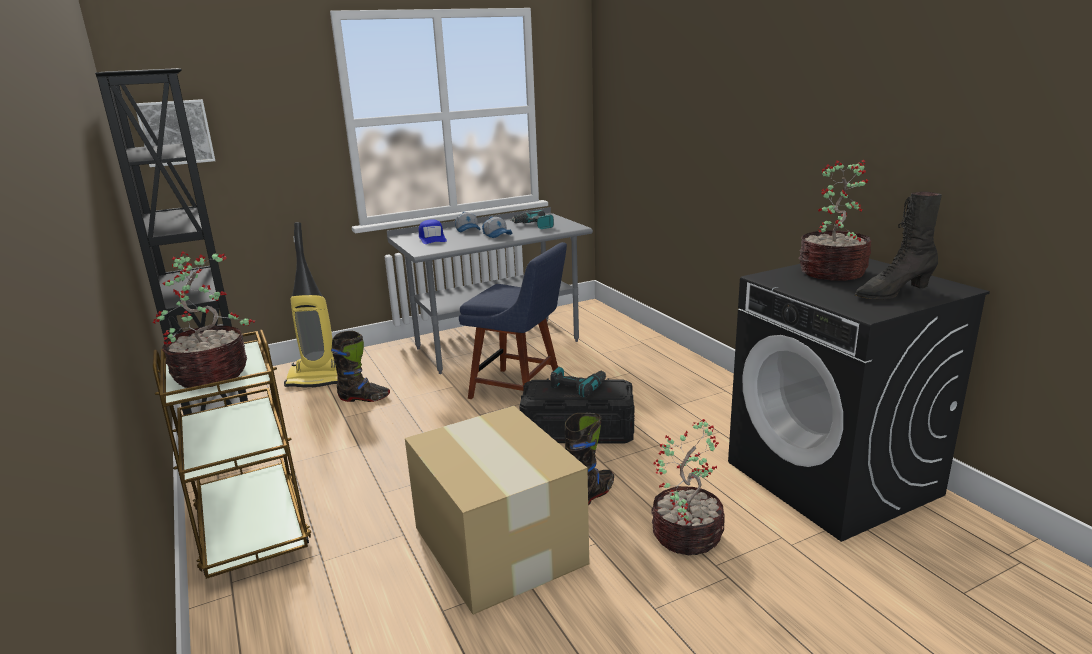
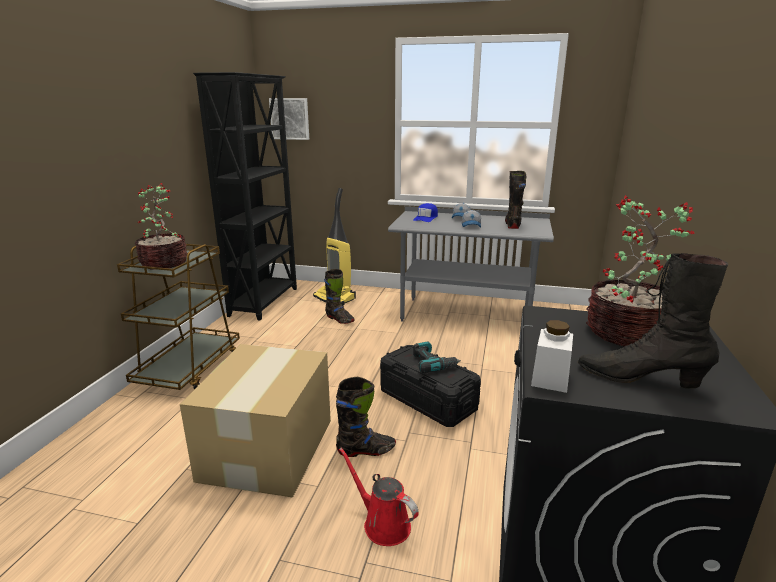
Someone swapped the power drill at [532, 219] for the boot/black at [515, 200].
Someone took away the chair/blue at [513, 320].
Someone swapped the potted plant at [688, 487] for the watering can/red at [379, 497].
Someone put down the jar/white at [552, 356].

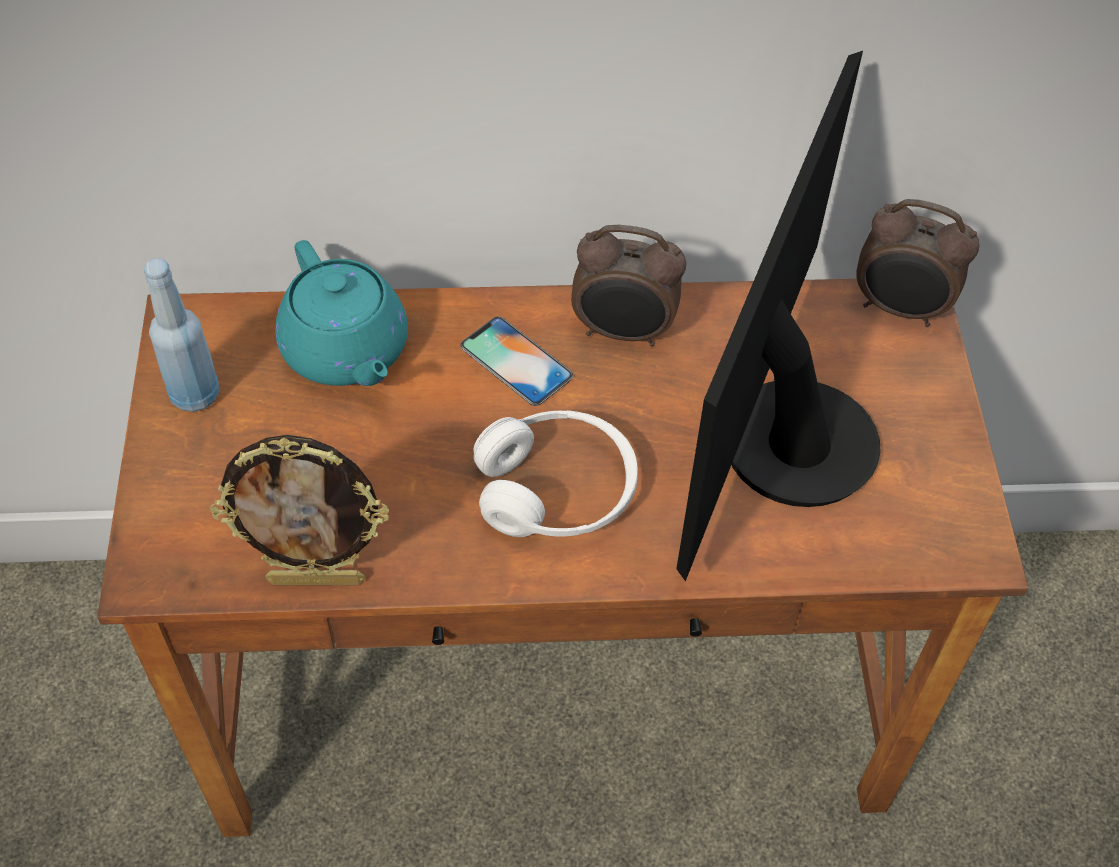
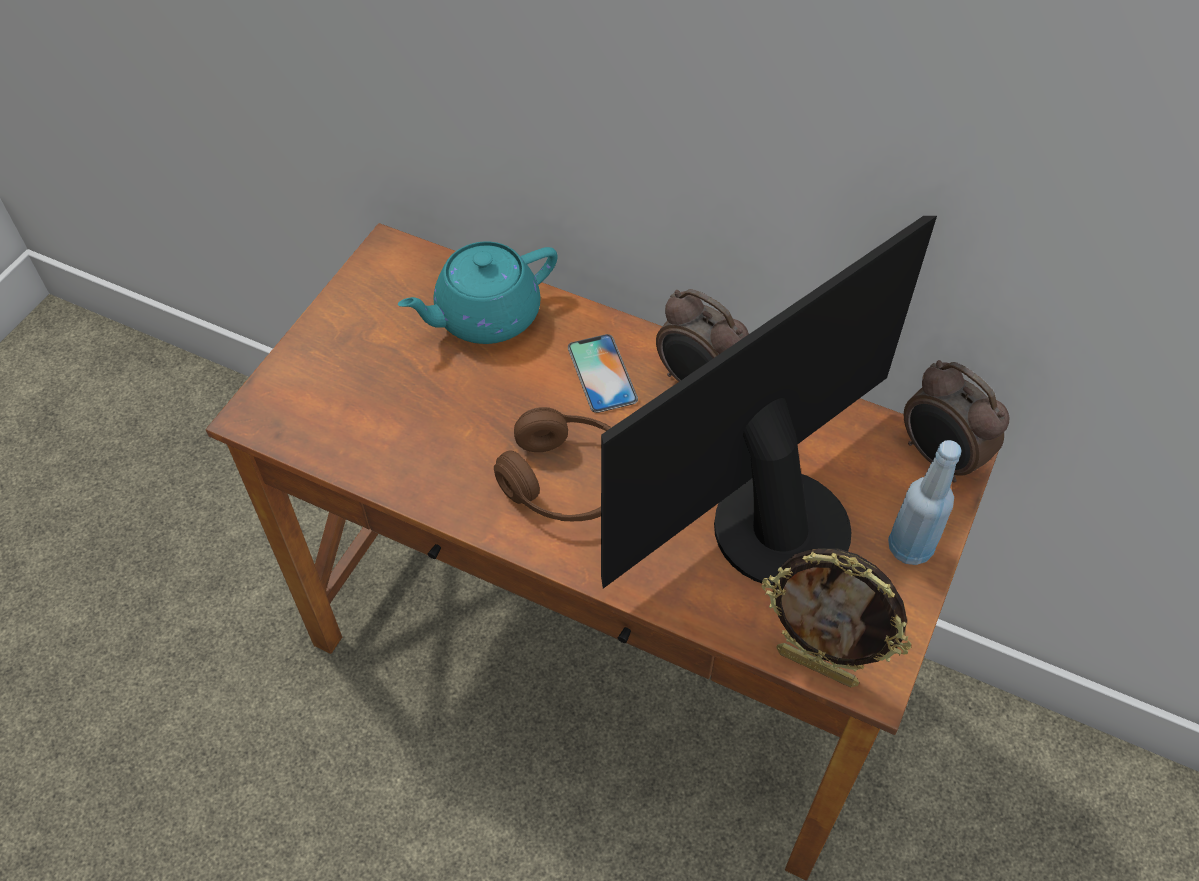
Someone rotated the teapot/turquoise at [341, 313] by 60 degrees clockwise.
Someone carried the bottle/blue from [181, 335] to [925, 502].
Someone repainted the headphones/white at [555, 473], which became the headphones/brown at [553, 464].
Someone carried the picture frame from [299, 510] to [836, 617].

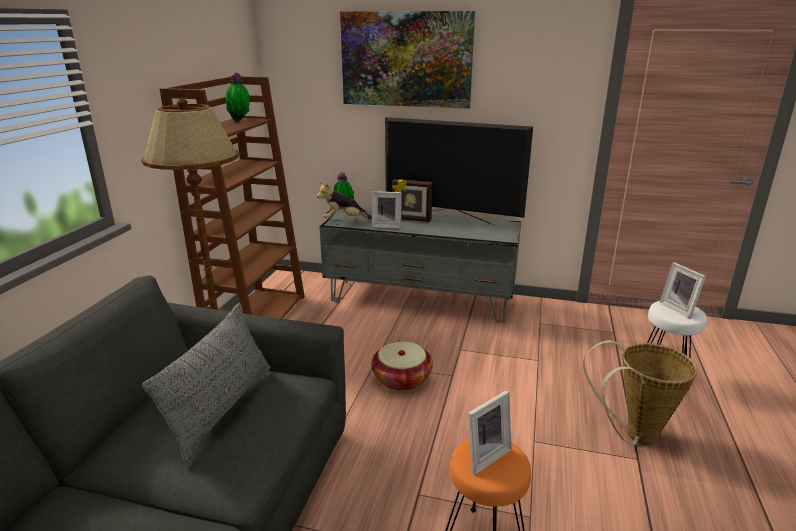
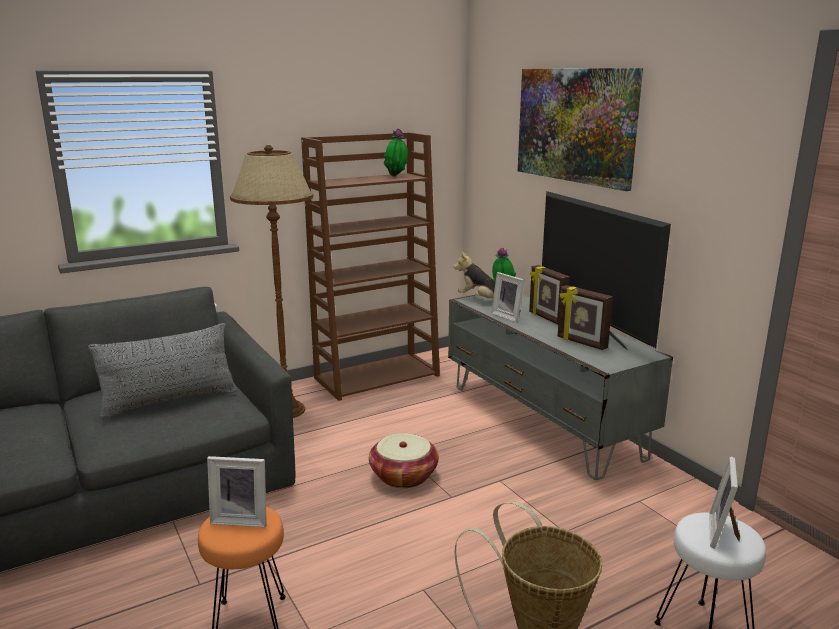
Someone put down the picture frame at [585, 317].

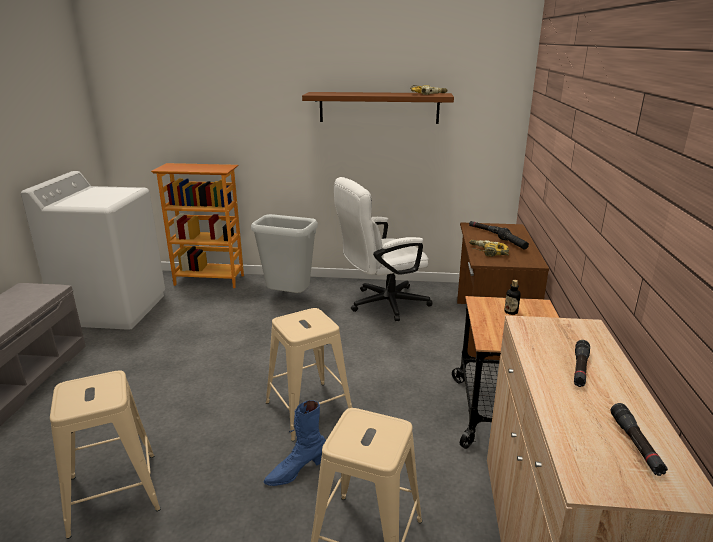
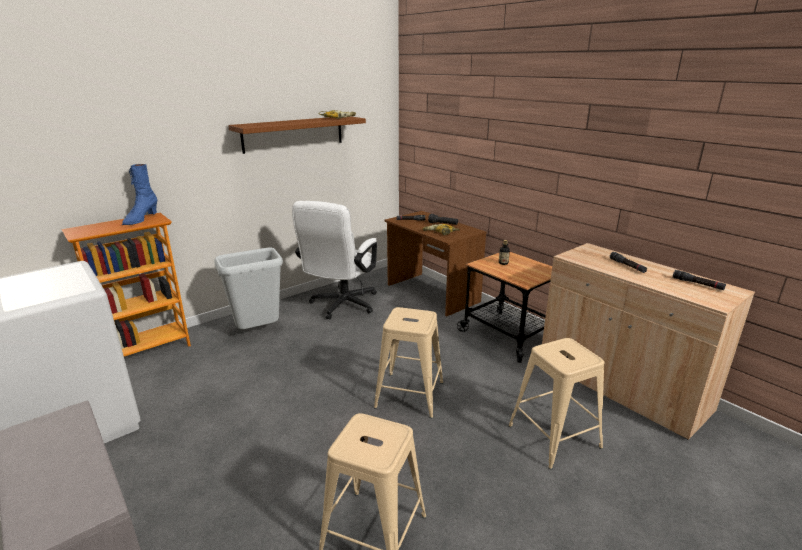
Someone carried the boot/blue from [294, 443] to [139, 194].

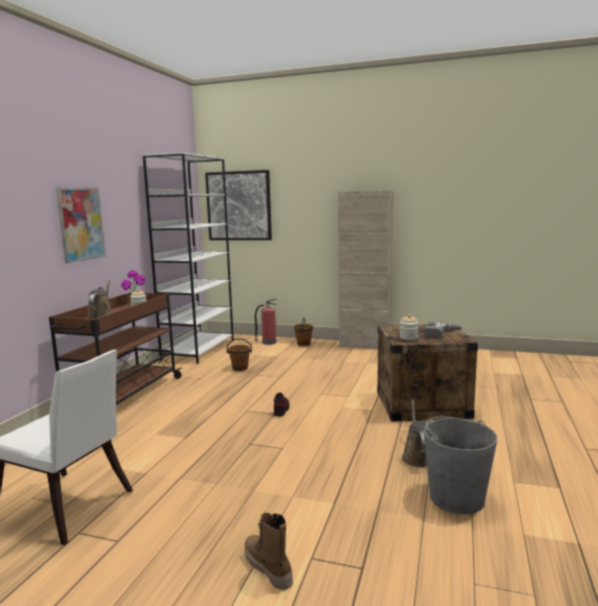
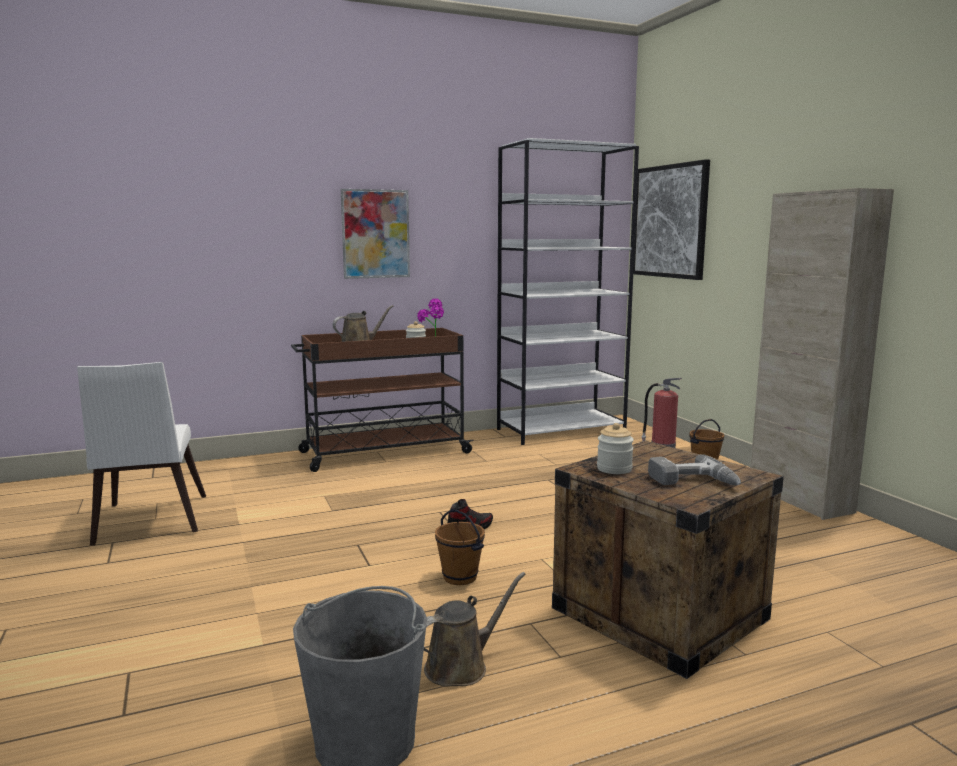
Someone carried the bucket/brown from [239, 355] to [460, 547].
Someone took away the boot at [269, 551].

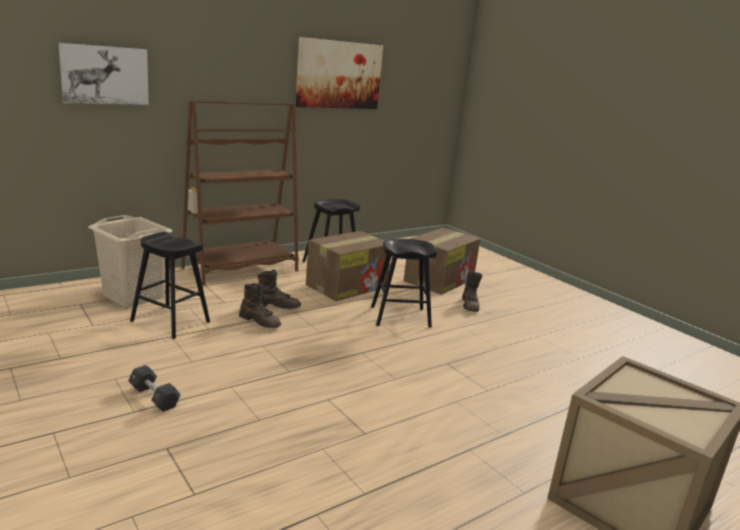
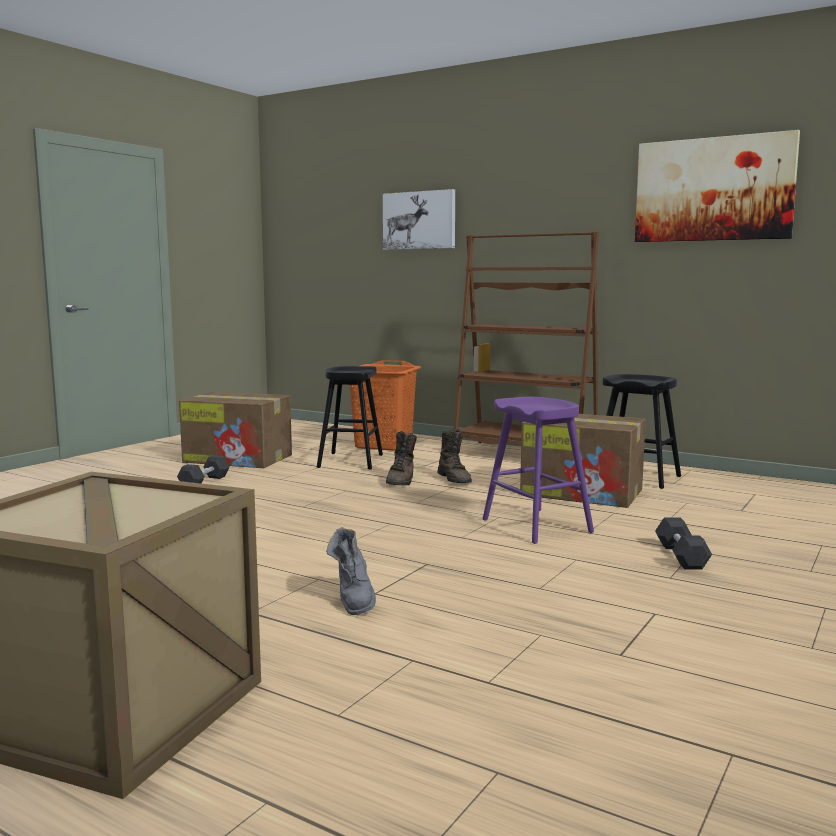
Someone repainted the laundry basket/beige at [130, 261], which became the laundry basket/orange at [385, 405].
Someone carried the cardboard box from [442, 261] to [235, 430].
Someone repainted the stool/black at [404, 283], which became the stool/purple at [538, 470].
Someone swapped the boot/brown at [472, 291] for the dumbbell/black at [683, 543].
Someone put down the boot/grey at [351, 571].

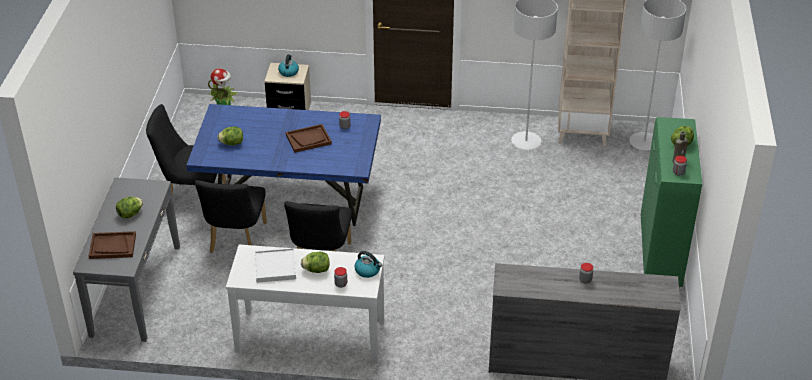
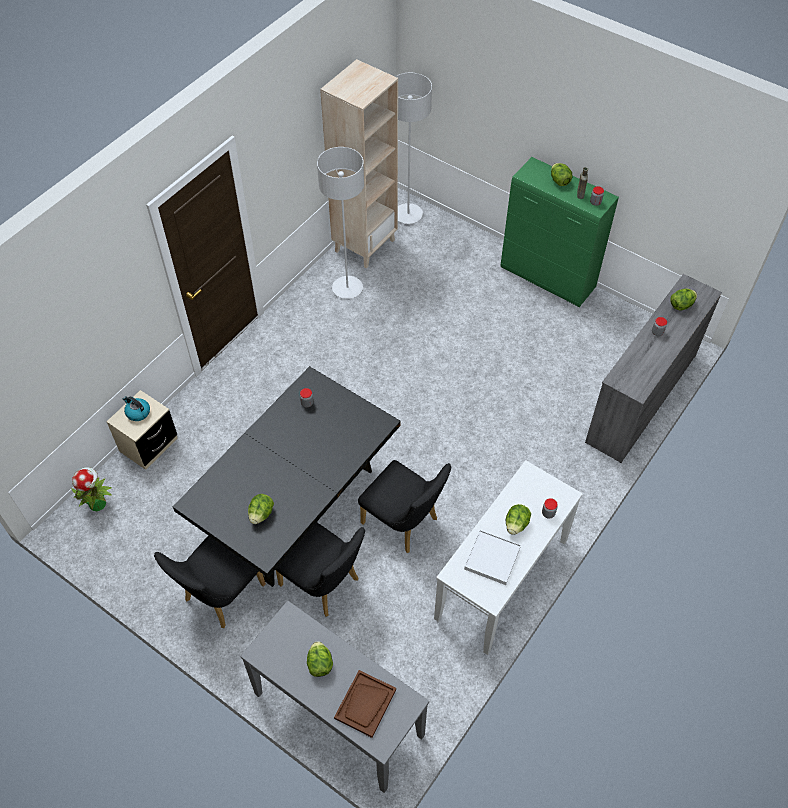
Someone repainted the dining table/blue at [283, 165], which became the dining table/black at [287, 476].
Someone took away the tray/brown at [309, 138].
Someone took away the kettle at [368, 264].
Someone put down the lettuce at [683, 299].

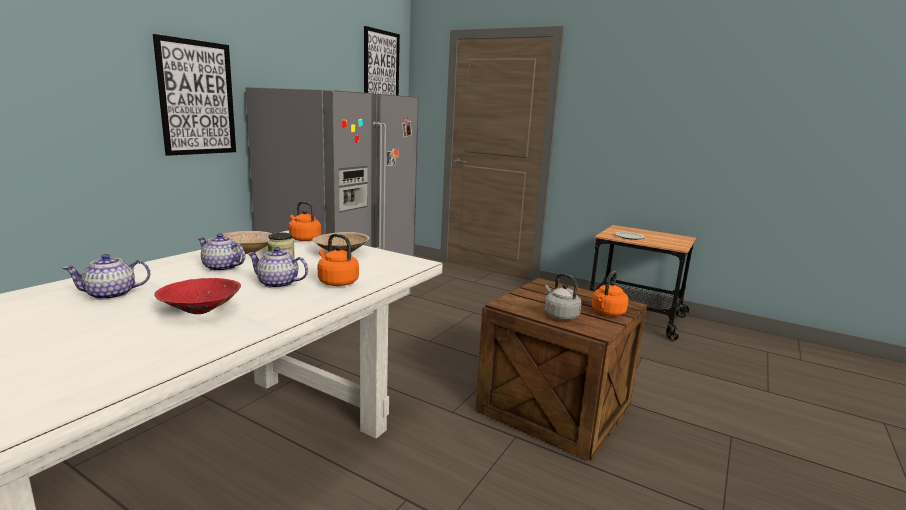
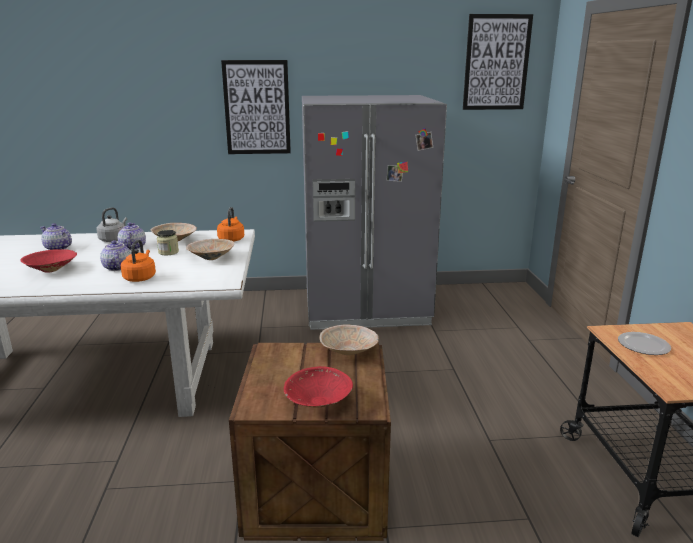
Someone swapped the kettle/orange at [610, 293] for the bowl/red at [318, 386].
Someone carried the kettle/grey from [562, 296] to [111, 224].
Someone put down the bowl/beige at [349, 340].

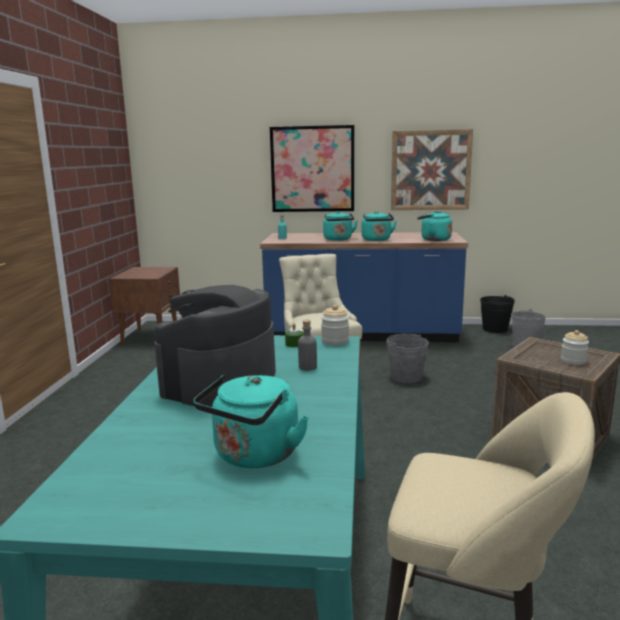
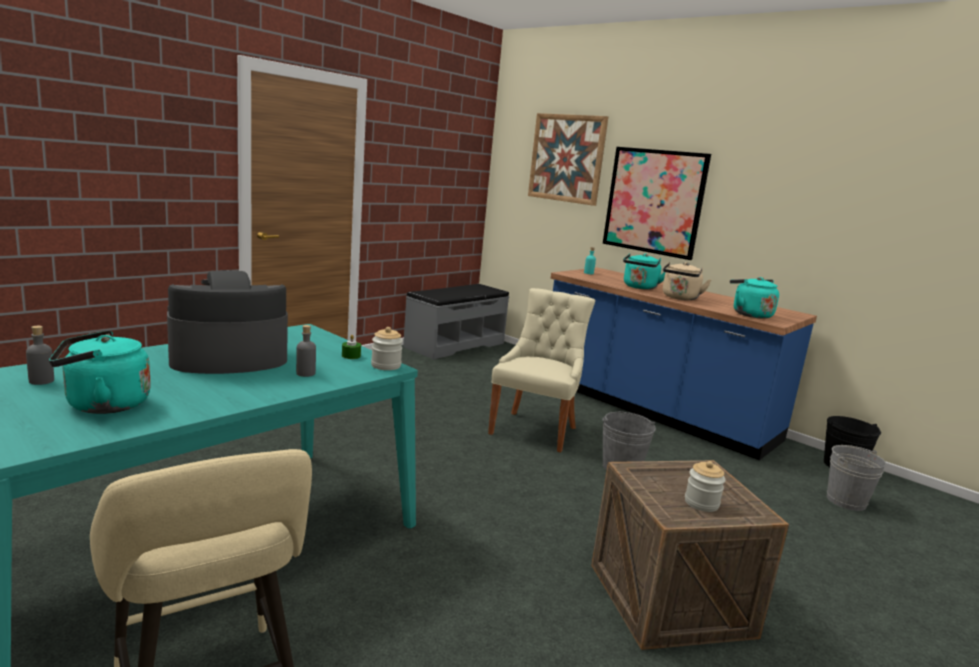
Someone carried the picture from [432, 169] to [568, 159].
Someone repainted the kettle/turquoise at [379, 226], which became the kettle/beige at [687, 281].
Someone swapped the nightstand/brown at [144, 306] for the bench/grey at [456, 321].
Someone put down the bottle/grey at [40, 355].

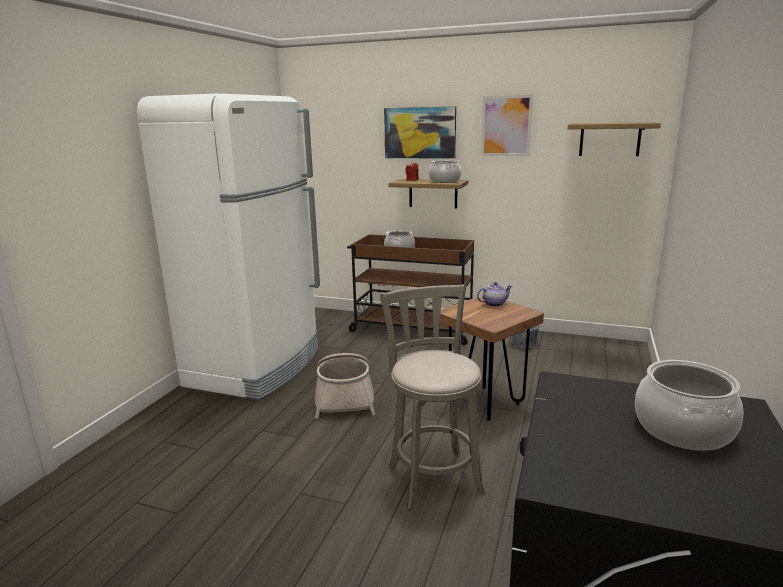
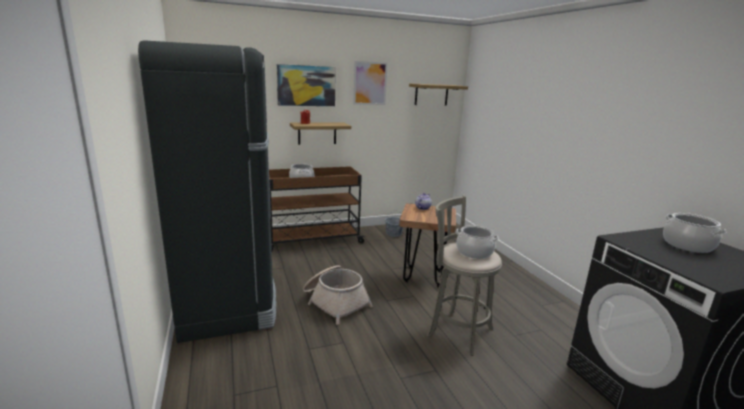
Someone repainted the fridge/white at [228, 247], which became the fridge/black at [207, 191].
Someone carried the cooking pot from [445, 171] to [477, 242].

